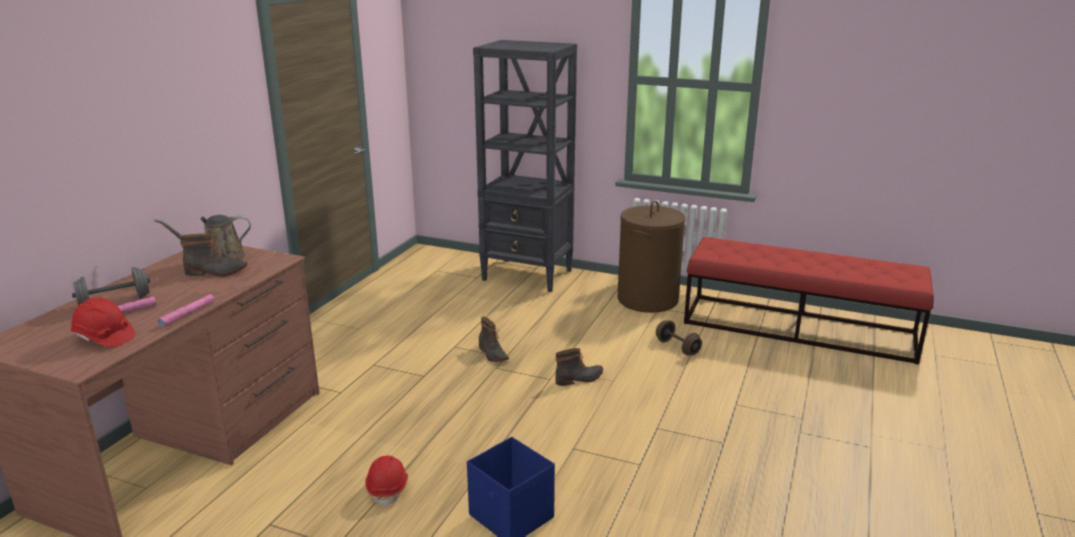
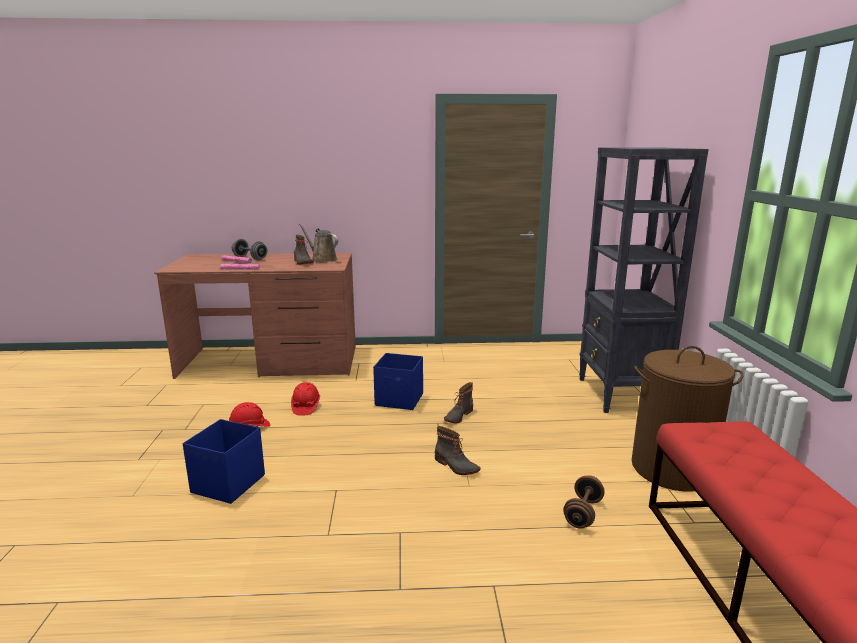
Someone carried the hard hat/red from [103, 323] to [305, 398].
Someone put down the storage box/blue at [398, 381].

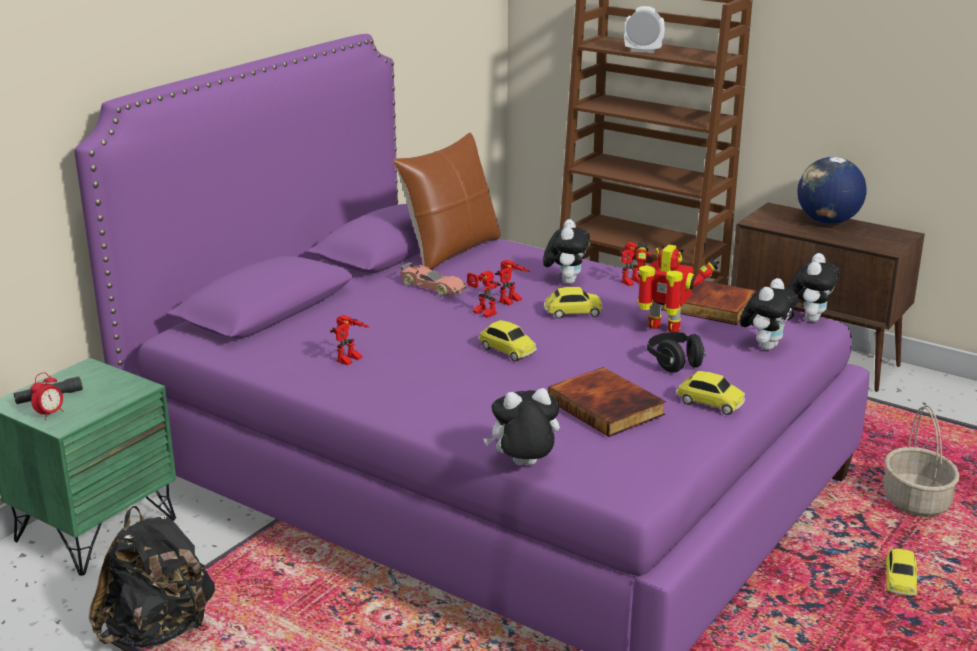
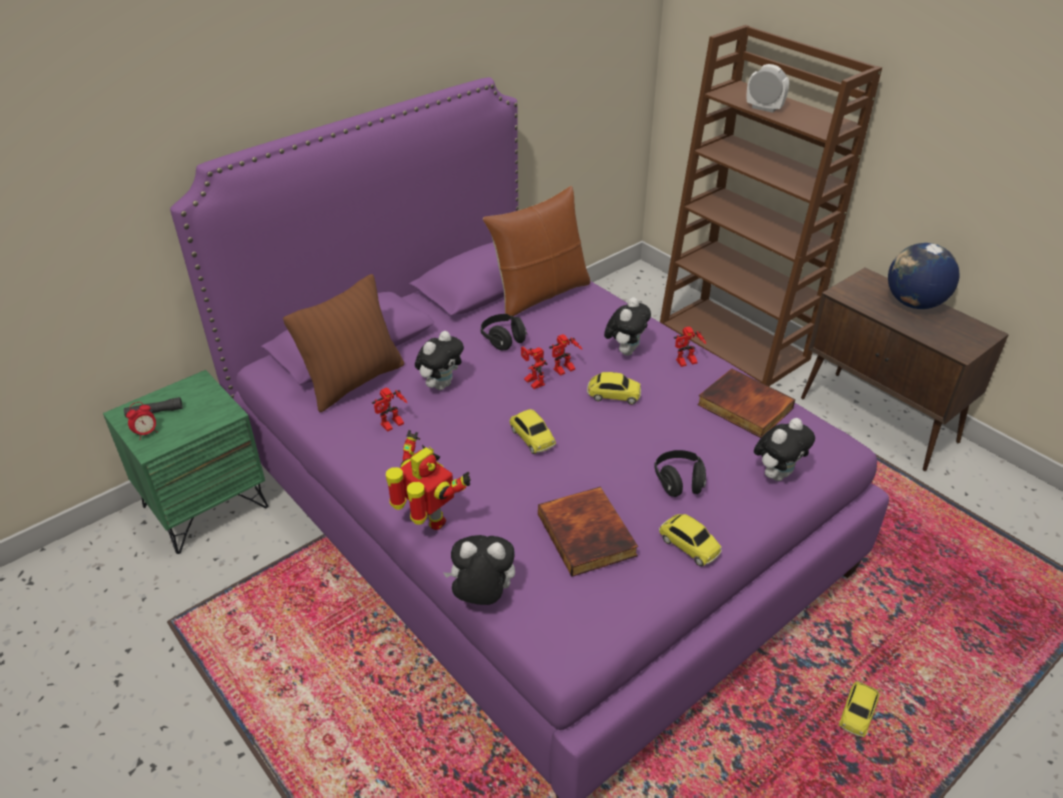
Someone carried the toy robot from [677, 287] to [428, 480].
Someone carried the plush toy from [814, 287] to [439, 360].
Someone swapped the toy car at [433, 279] for the headphones/black at [504, 332].
Someone took away the basket at [921, 461].
Someone took away the backpack/black at [151, 577].
Someone put down the pillow/brown at [343, 343].

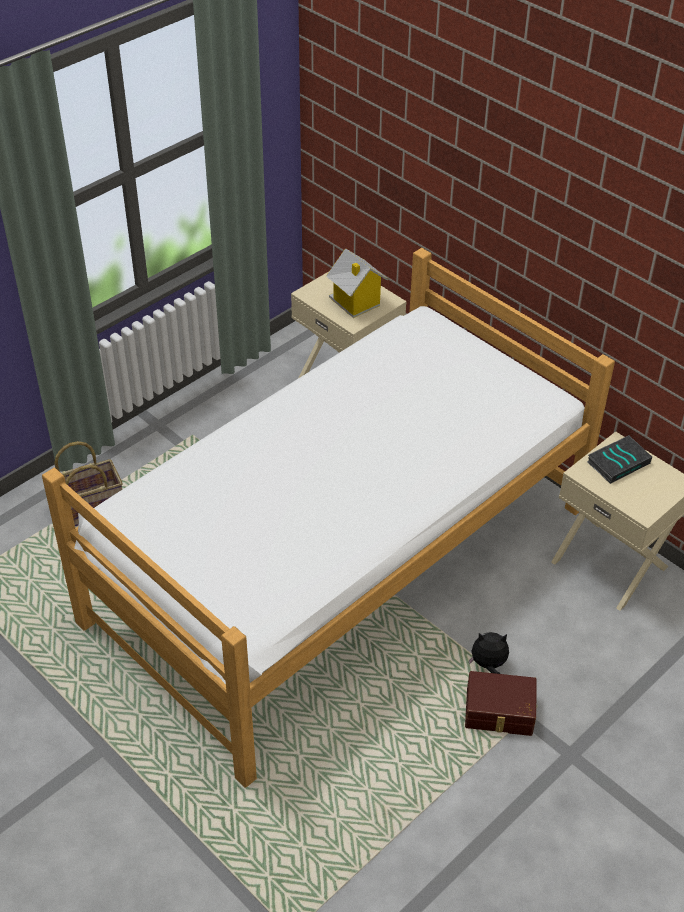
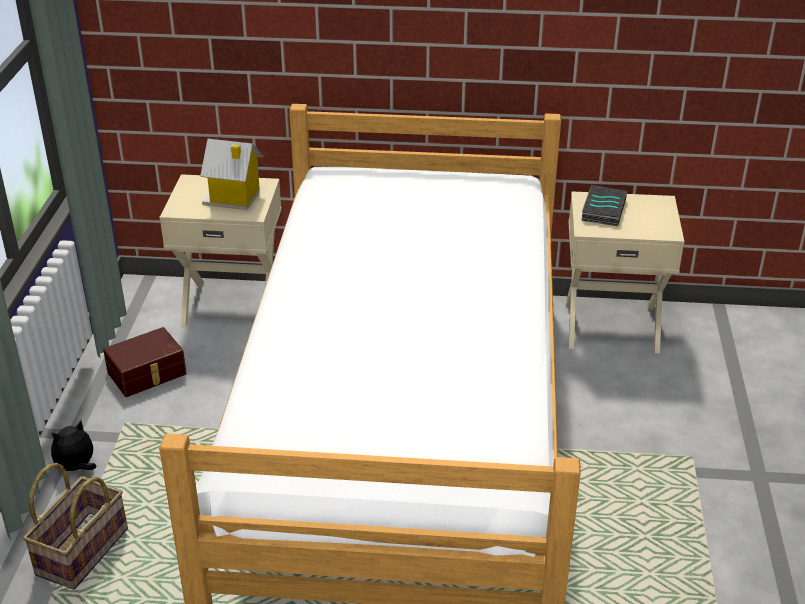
Someone carried the plush toy from [489, 653] to [73, 447].
Someone carried the storage box/brown from [501, 703] to [145, 362].

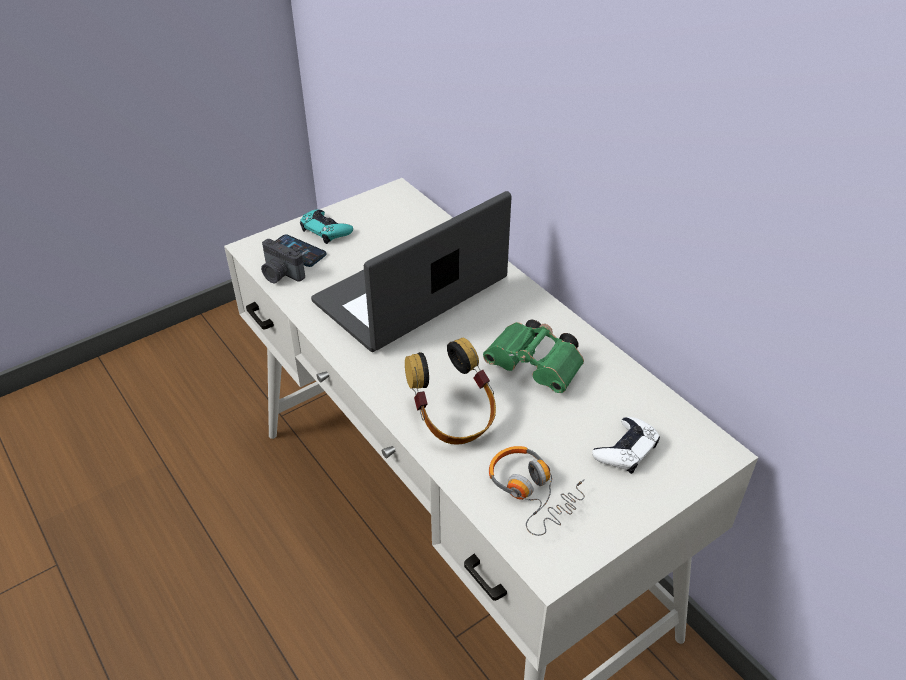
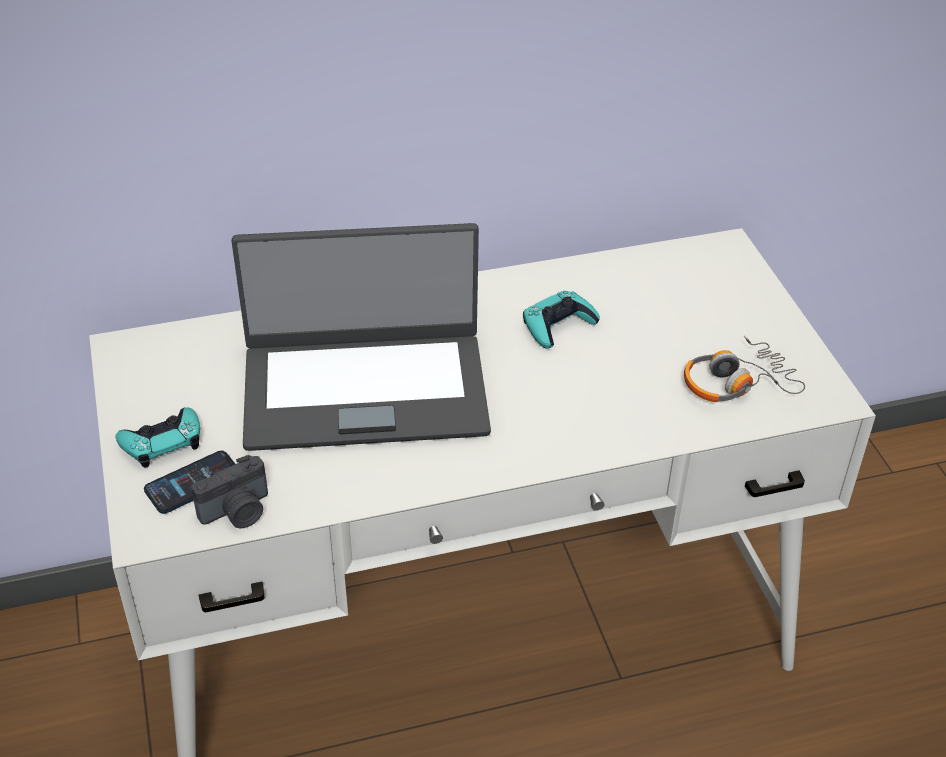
Someone rotated the laptop at [411, 271] by 75 degrees counterclockwise.
Someone swapped the binoculars/green at [533, 356] for the game controller/turquoise at [561, 320].
Someone took away the headphones at [450, 391].
Someone took away the game controller/white at [626, 445].

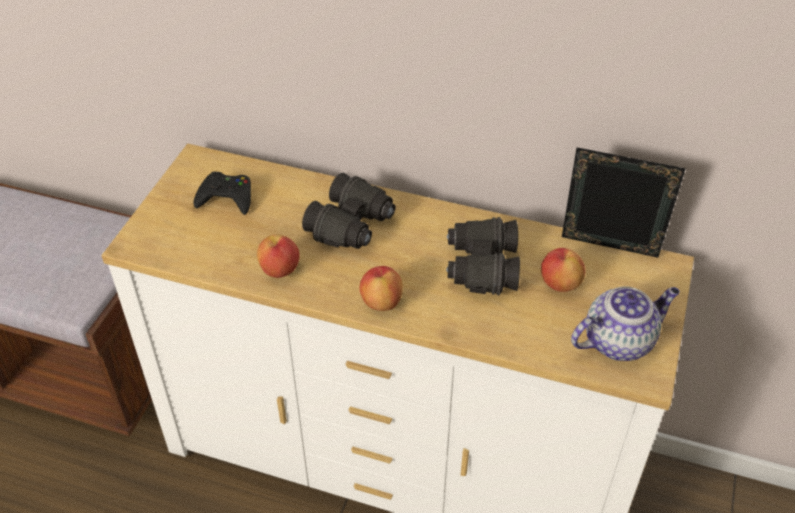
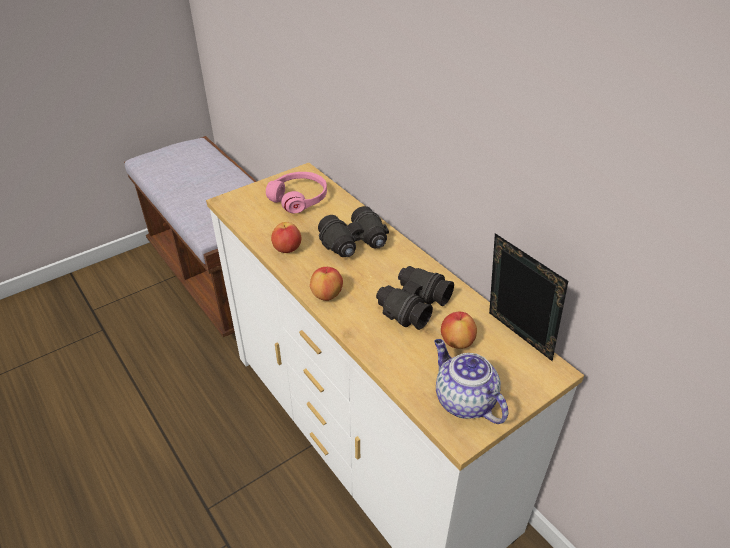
Someone swapped the game controller/black at [222, 193] for the headphones/pink at [296, 192].
Someone rotated the teapot at [625, 323] by 135 degrees counterclockwise.

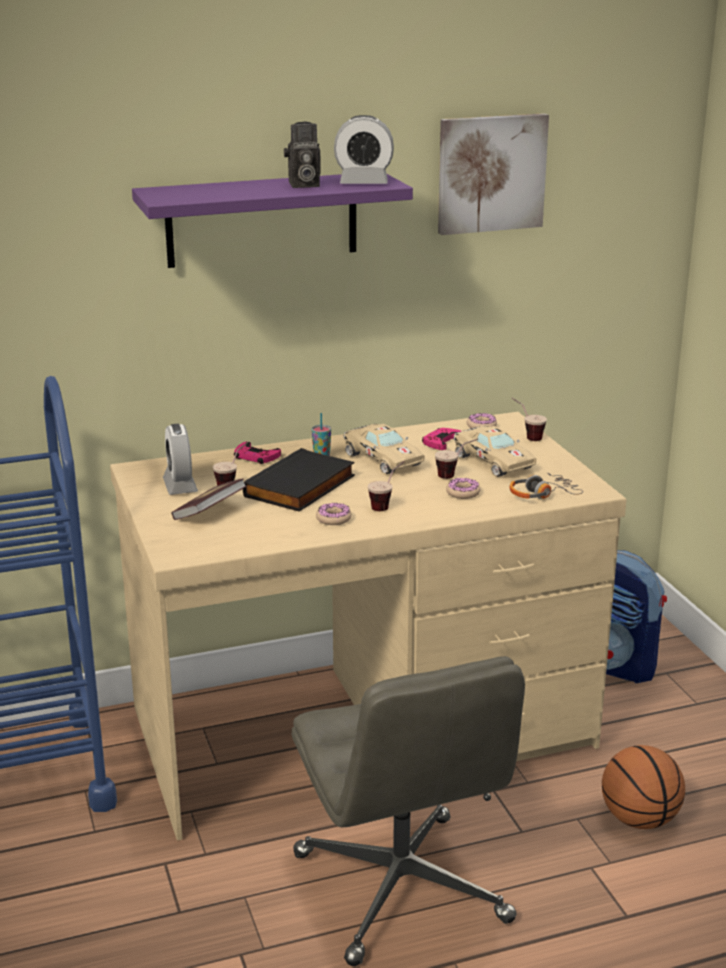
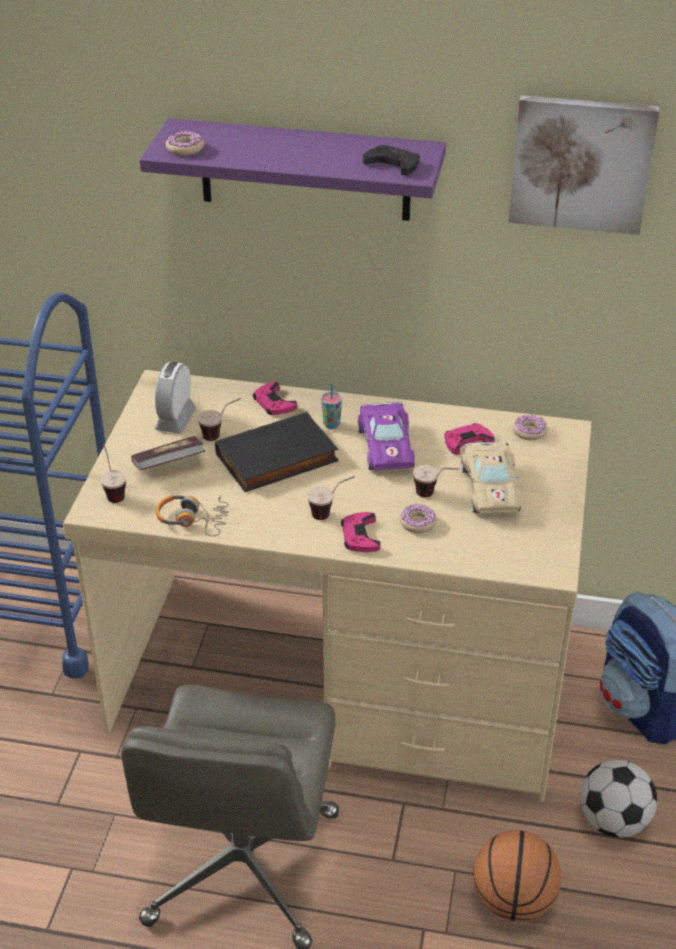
Someone swapped the alarm clock at [364, 149] for the game controller/black at [391, 160].
Someone took away the photo camera at [302, 155].
Someone carried the cup from [529, 419] to [113, 473].
Someone repainted the toy car/beige at [384, 449], which became the toy car/purple at [386, 436].
Someone carried the headphones from [546, 485] to [192, 515].
Someone carried the donut from [334, 514] to [185, 143].
Someone put down the game controller/pink at [361, 532].
Someone put down the football at [618, 799].

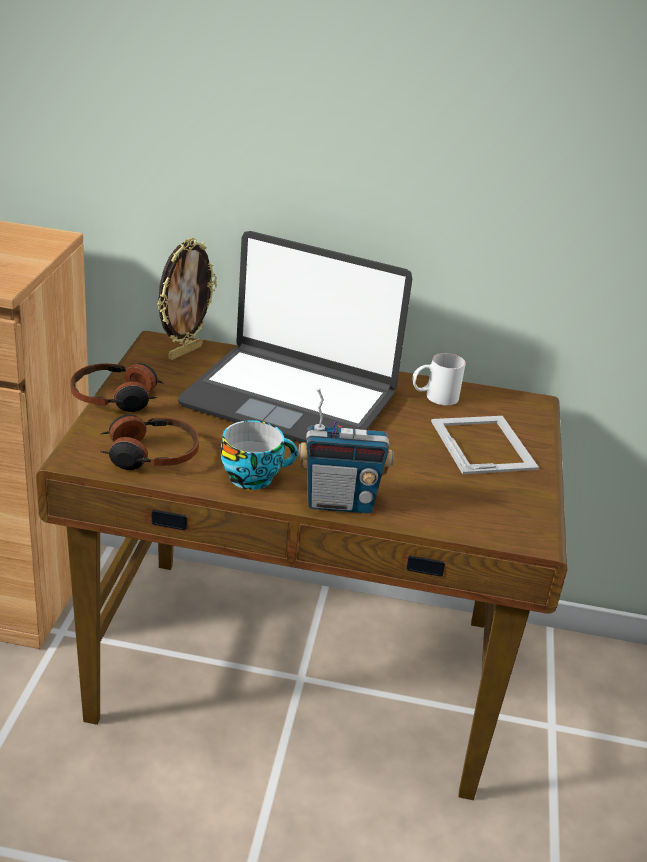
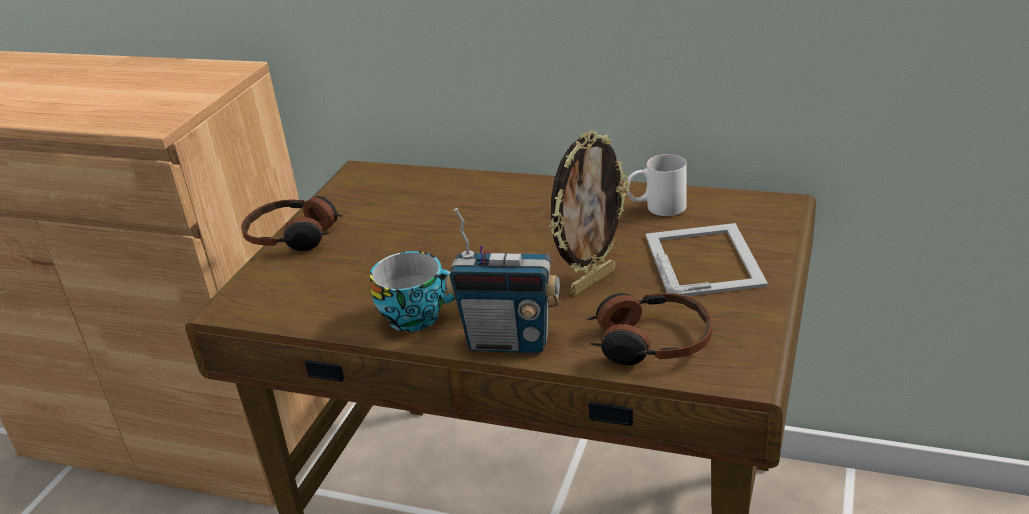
Someone took away the laptop at [295, 337].
Someone carried the picture frame from [187, 299] to [589, 213].
Someone carried the headphones from [149, 442] to [649, 329].

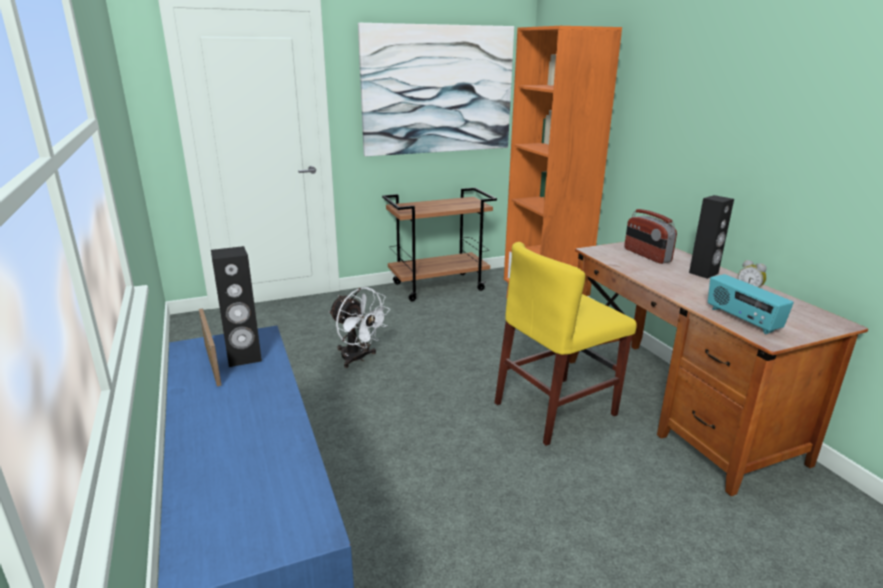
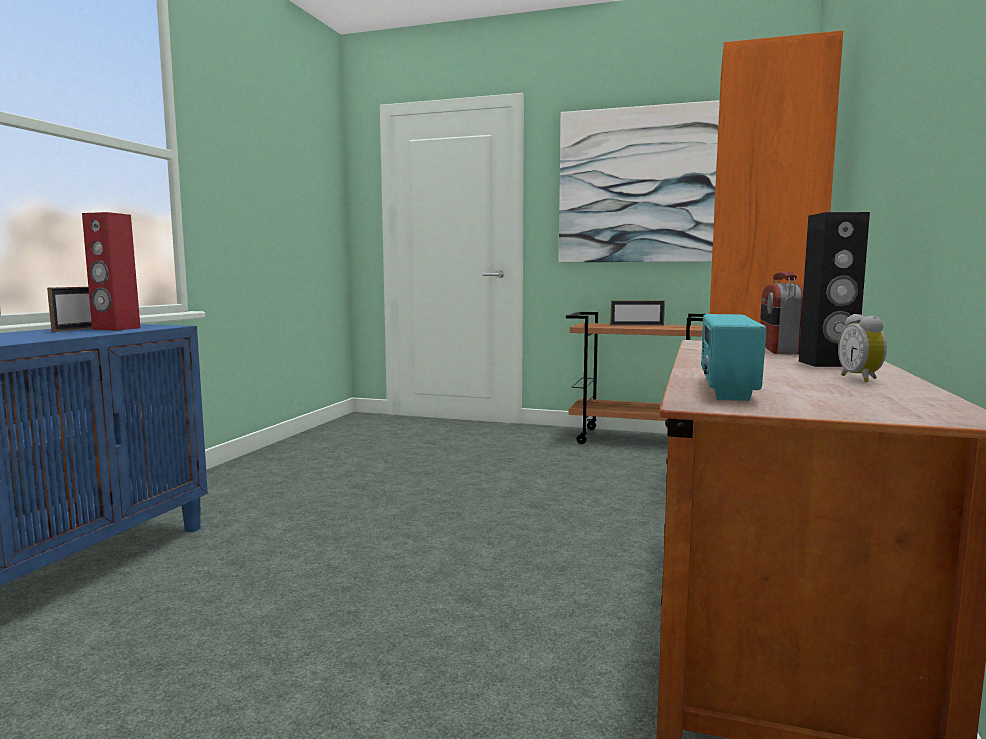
Someone took away the chair/yellow at [566, 344].
Someone repainted the speaker/black at [236, 306], which became the speaker/red at [111, 271].
Someone took away the fan/white at [359, 327].
Someone put down the picture frame at [637, 312].

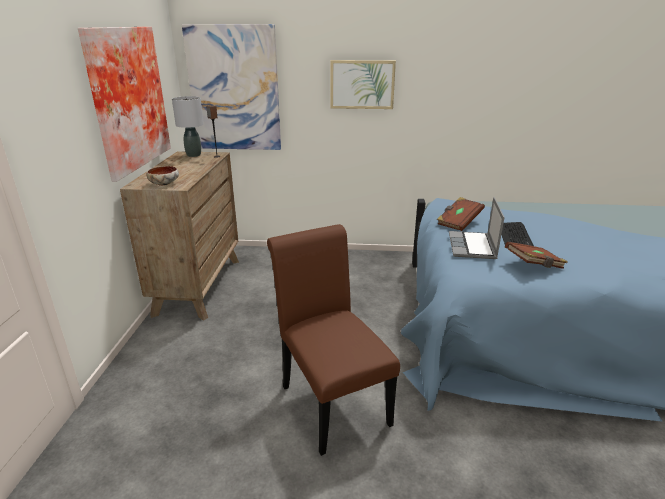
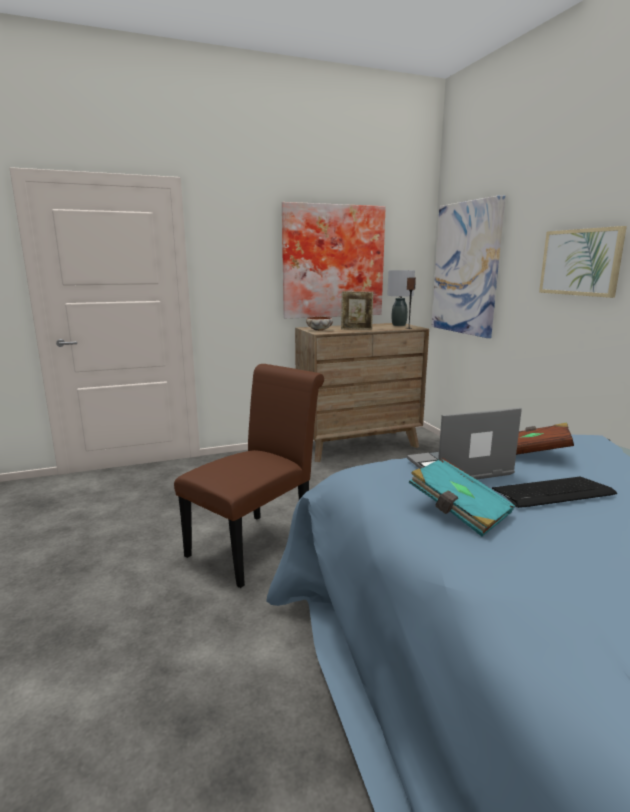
Someone repainted the book/brown at [536, 255], which became the book/turquoise at [462, 497].
Someone put down the picture frame at [357, 310].

